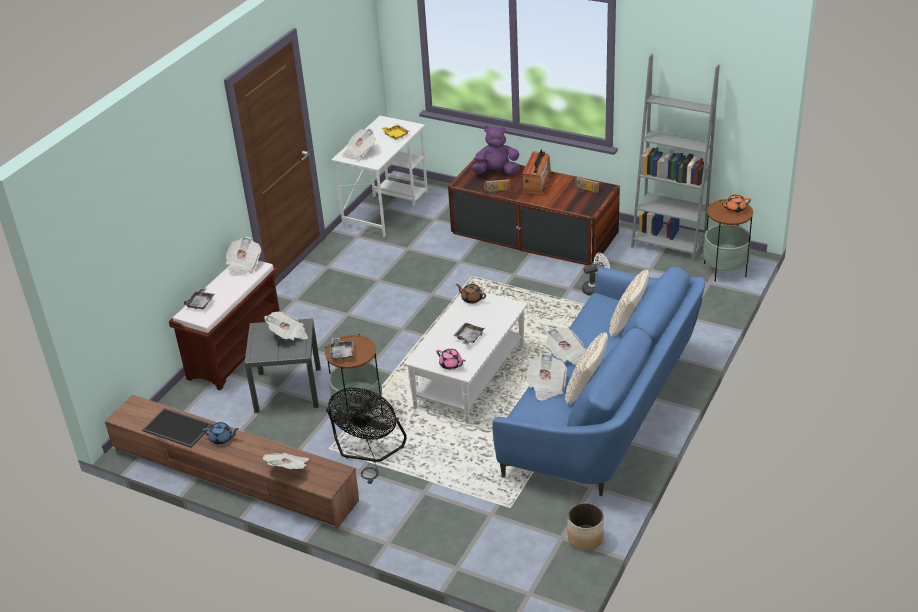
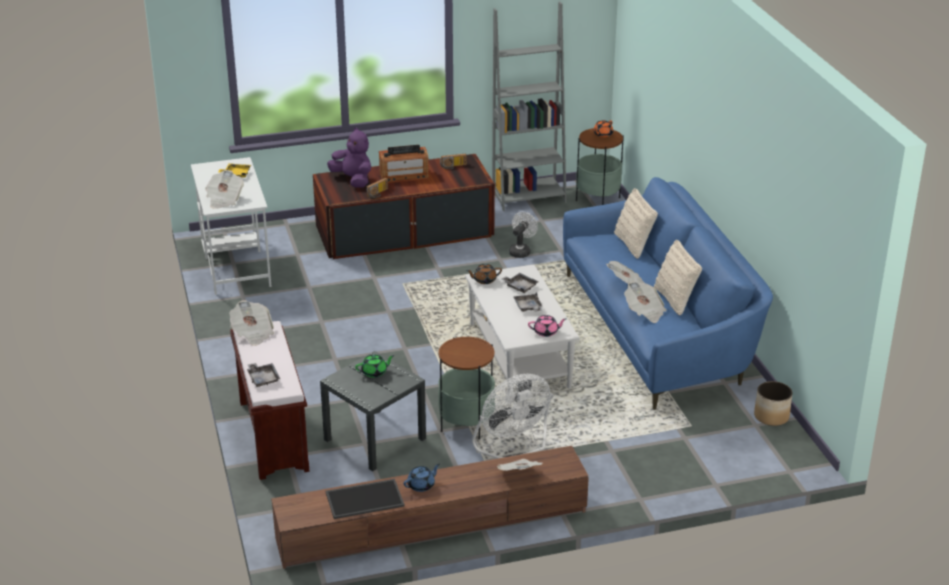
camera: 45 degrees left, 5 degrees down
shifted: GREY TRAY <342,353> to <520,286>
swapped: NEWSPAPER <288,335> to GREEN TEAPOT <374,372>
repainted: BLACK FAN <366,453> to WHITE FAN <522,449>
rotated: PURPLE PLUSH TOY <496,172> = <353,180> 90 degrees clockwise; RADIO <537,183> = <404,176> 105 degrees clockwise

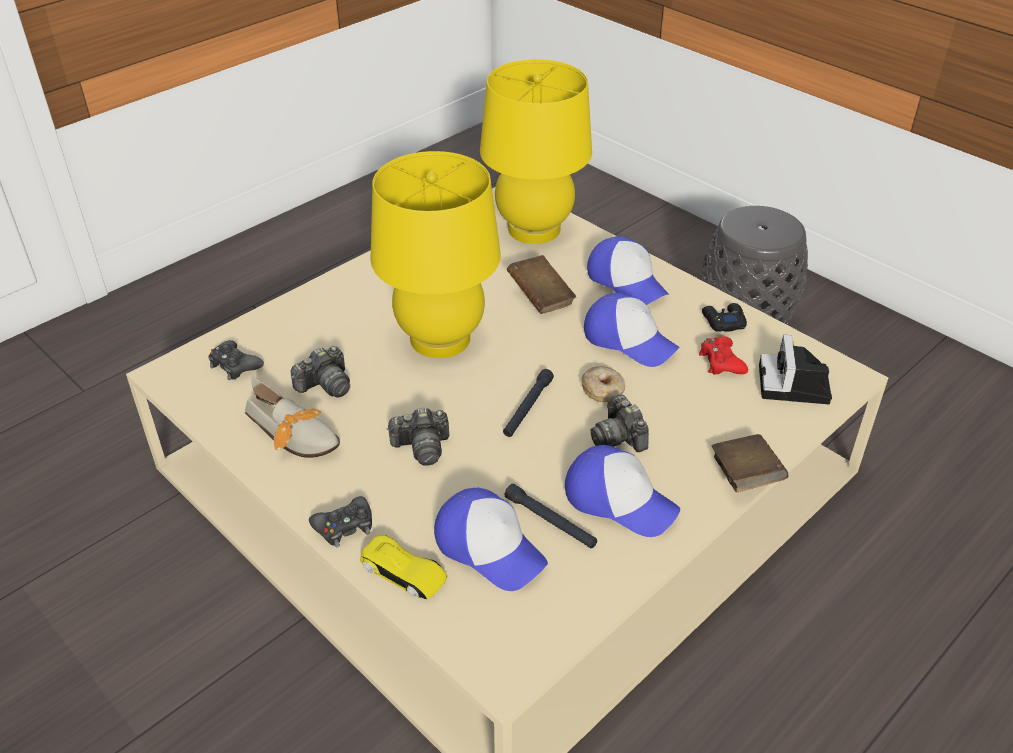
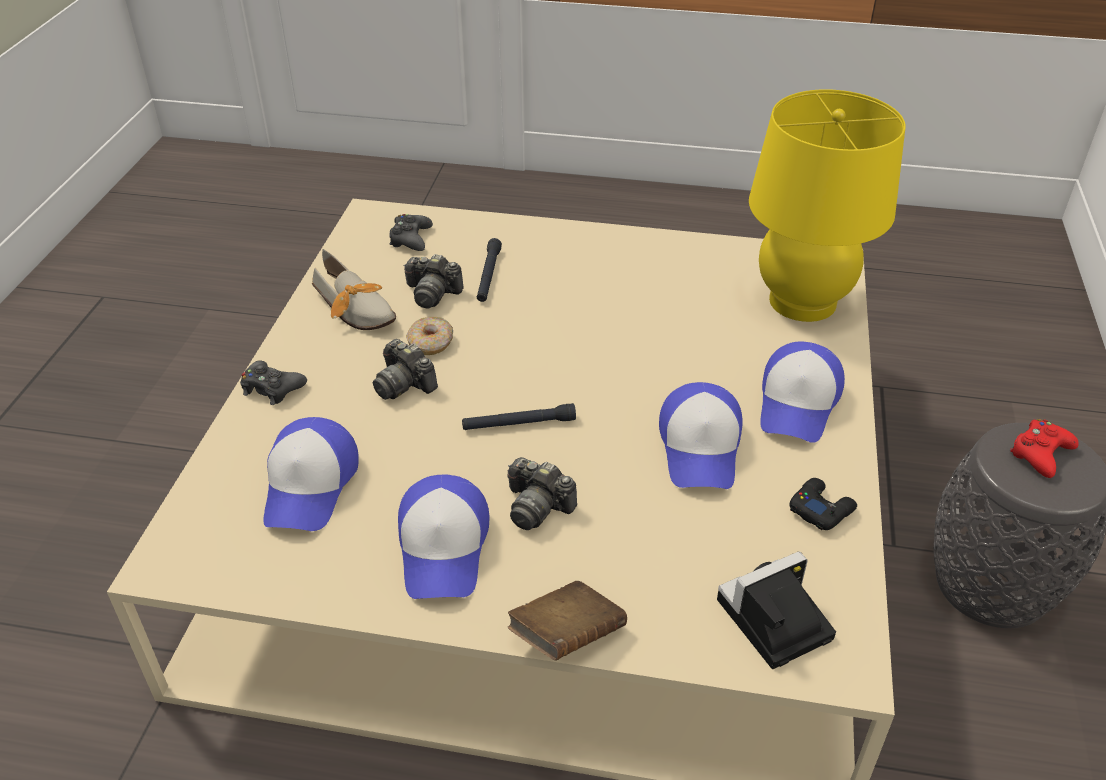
camera: 55 degrees right, 0 degrees up
gone: YELLOW TOY CAR <404,572>; YELLOW TABLE LAMP <440,339>; BROWN BOOK <540,298>
shifted: BLACK FLASHLIGHT <550,522> to <488,276>; DONUT <603,390> to <431,343>; RED GAME CONTROLLER <721,362> to <1040,453>
rotated: SHOE <296,435> = <357,310> 45 degrees counterclockwise; PHOTO CAMERA <619,437> = <537,507> 90 degrees counterclockwise

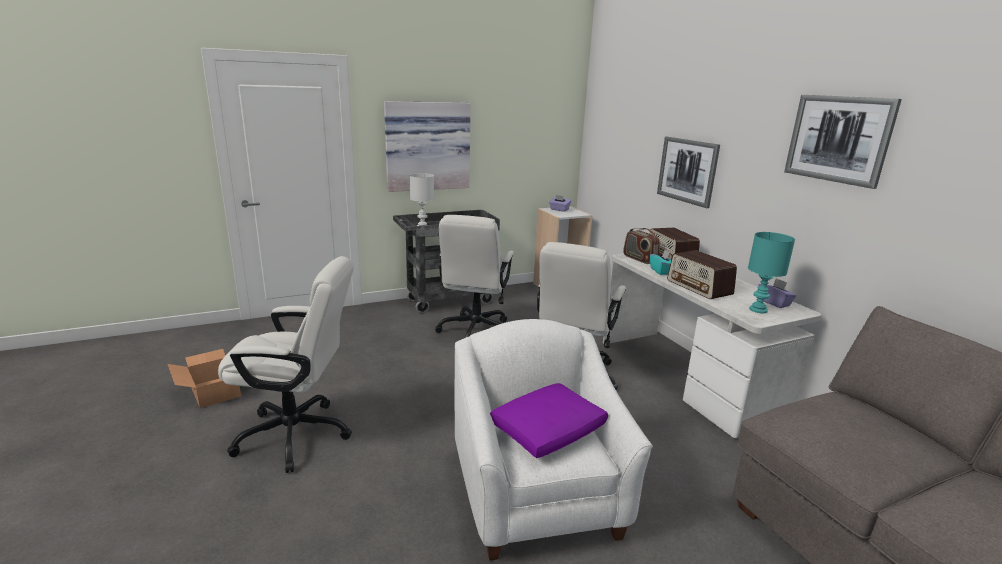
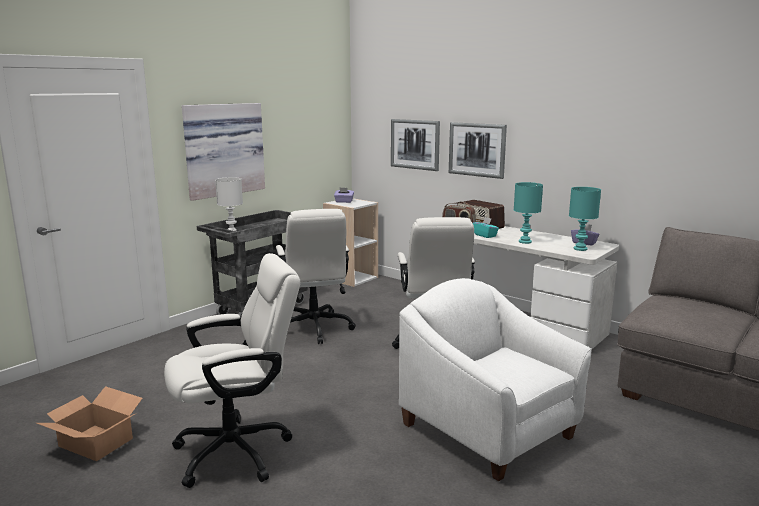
camera: 25 degrees left, 5 degrees down
gone: PURPLE PILLOW <548,430>
shifted: PICTURE <838,139> to <415,144>
swapped: RADIO <699,287> to TURQUOISE TABLE LAMP <525,242>

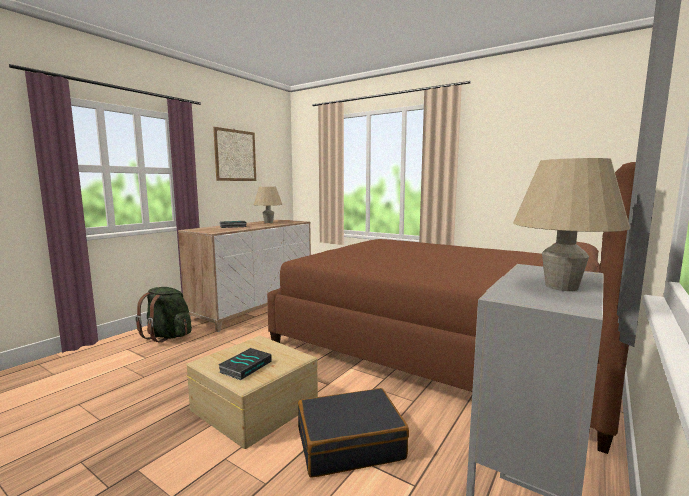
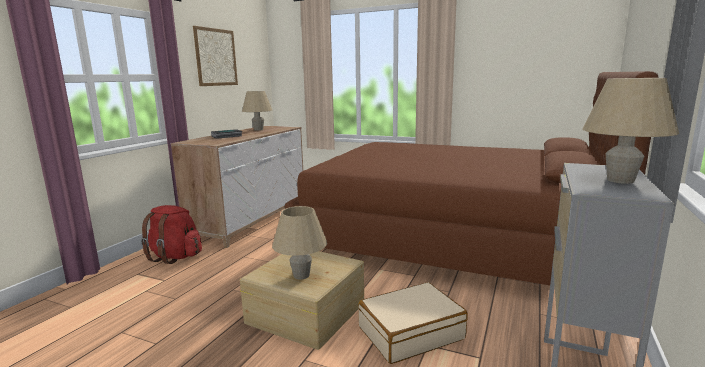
camera: 10 degrees left, 5 degrees up
swapped: BOOK <245,366> to BEIGE TABLE LAMP <301,275>
repainted: GREEN BACKPACK <168,336> to RED BACKPACK <175,257>; BLACK SUITCASE <349,443> to BEIGE SUITCASE <410,332>

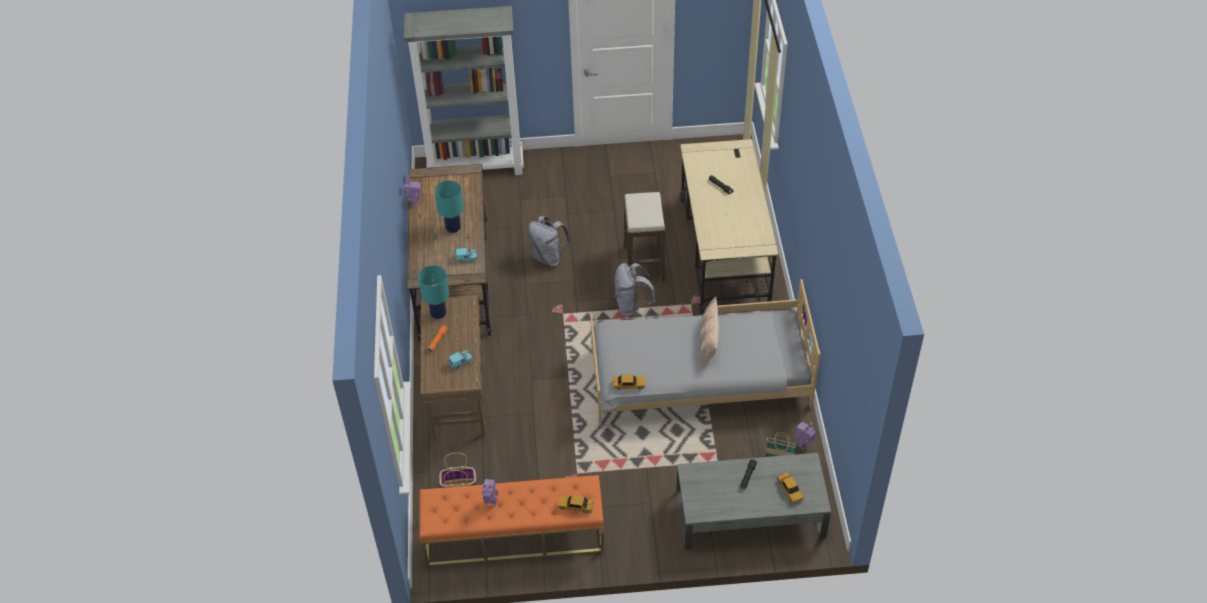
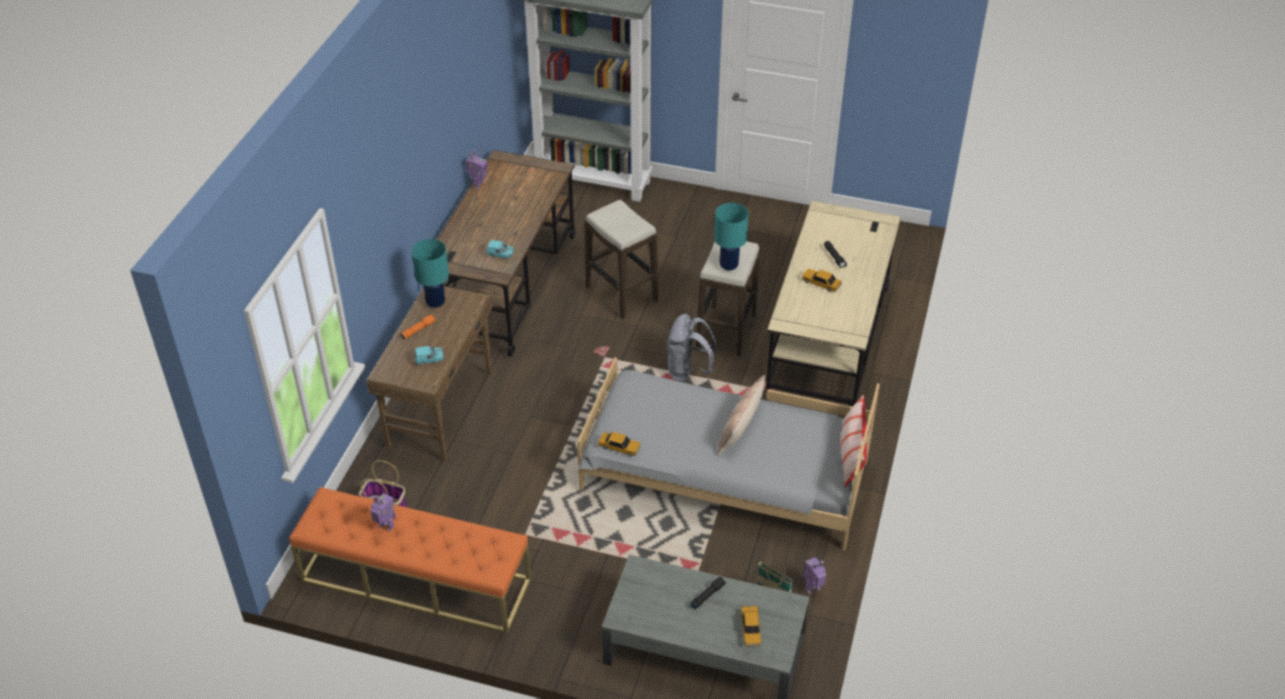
camera: 20 degrees right, 5 degrees down
new: PILLOW <851,454>
shifted: TURQUOISE TABLE LAMP <453,229> to <729,266>; TOY CAR <575,506> to <821,283>
swapped: GREY BACKPACK <549,257> to STOOL <621,294>

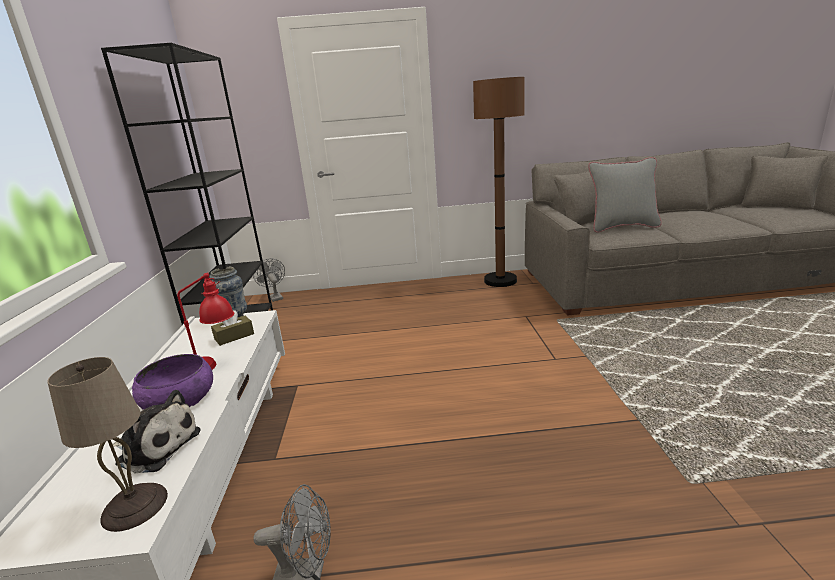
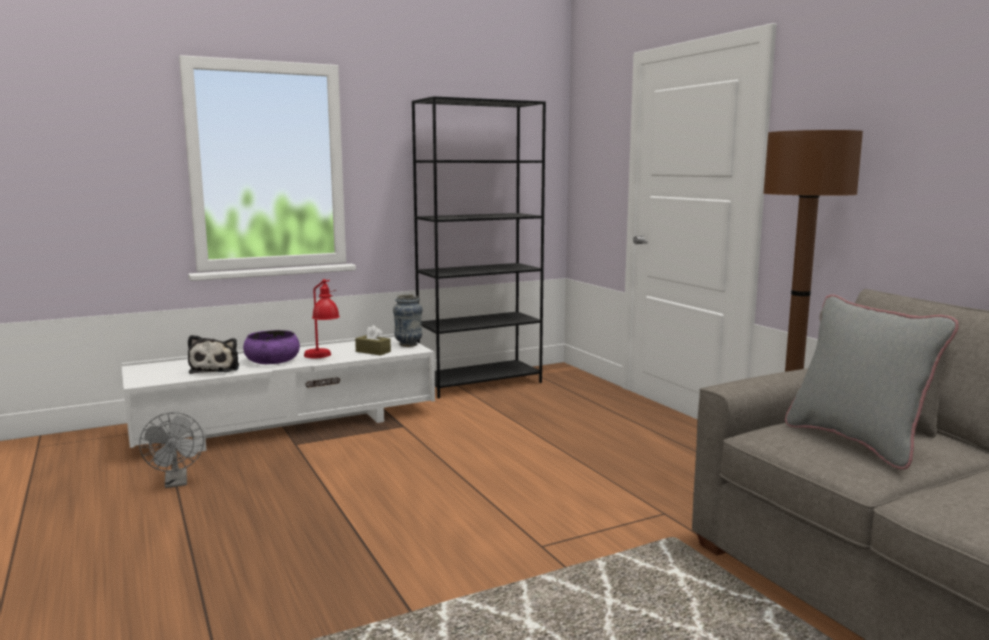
camera: 65 degrees right, 10 degrees down
gone: BEIGE TABLE LAMP <134,507>; GREY FAN <274,297>

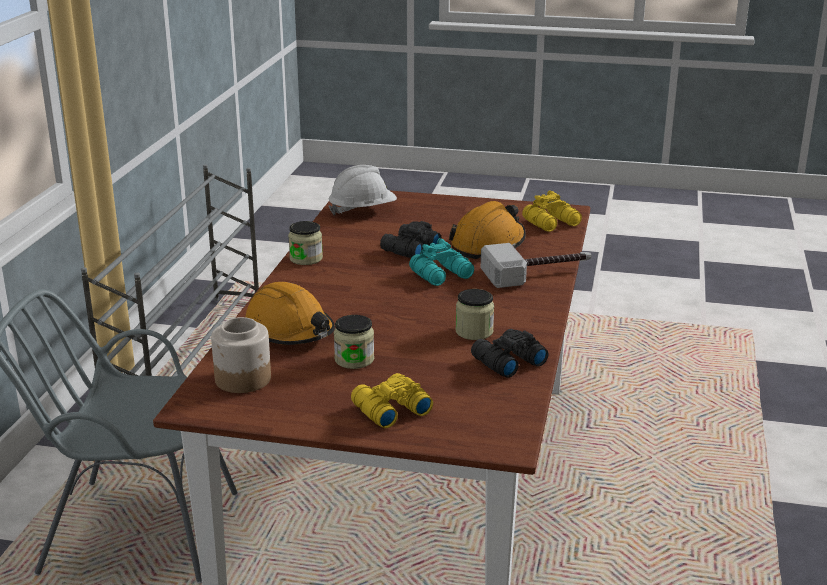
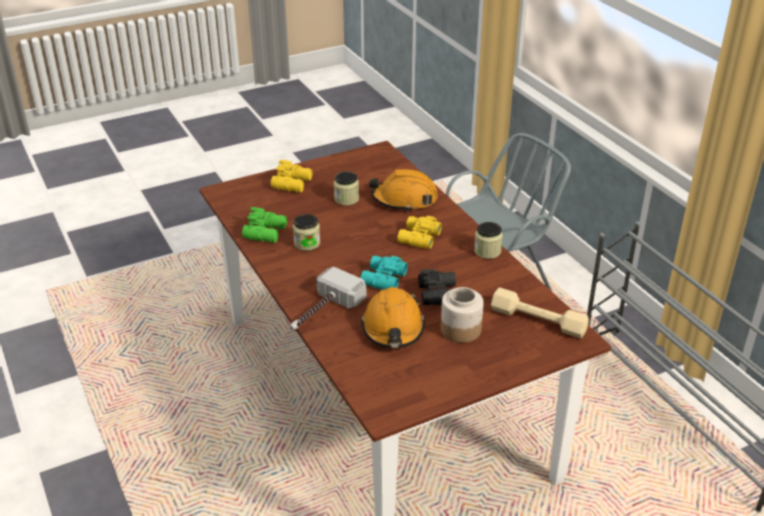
camera: 140 degrees right, 10 degrees up
shifted: JAR <244,379> to <460,330>; YELLOW BINOCULARS <553,223> to <418,238>
swapped: WHITE HARD HAT <362,210> to BEIGE DUMBBELL <538,320>
repainted: BLACK BINOCULARS <506,361> to GREEN BINOCULARS <266,232>

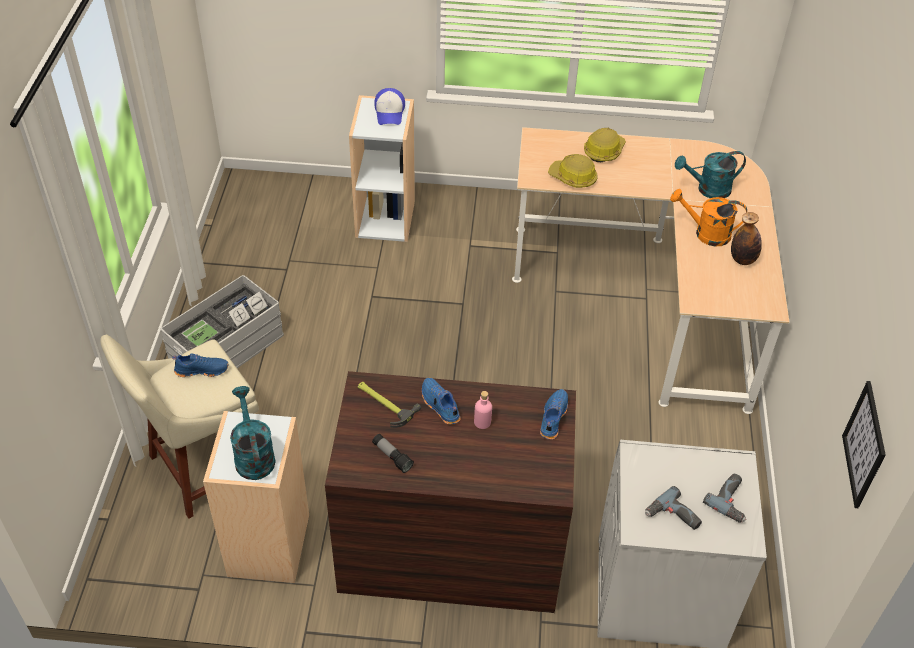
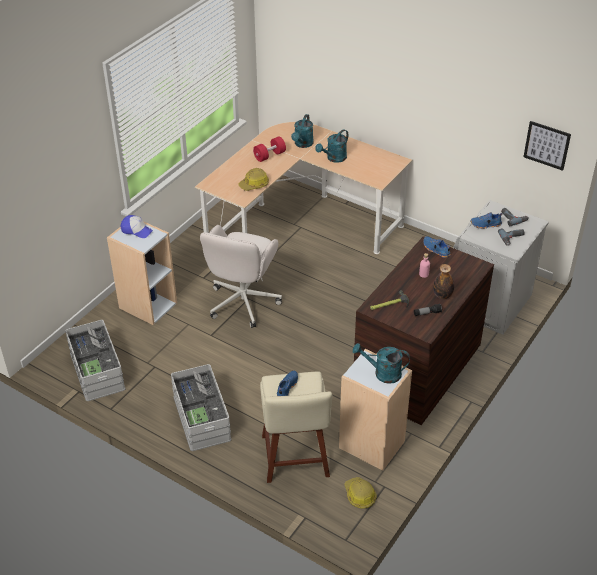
camera: 60 degrees left, 5 degrees down
new: GREY STORAGE BOX <96,370>; WHITE OFFICE CHAIR <243,303>; RED DUMBBELL <269,156>
shifted: BLUE SHOE <439,405> to <485,225>; HARD HAT <603,151> to <359,495>; BOTTLE <742,259> to <442,295>
repainted: ORANGE WATERING CAN <706,233> to TURQUOISE WATERING CAN <334,158>

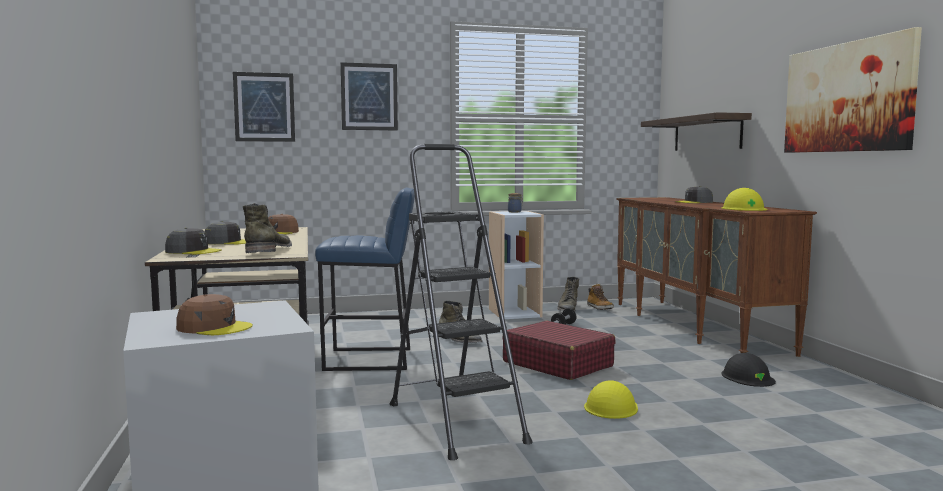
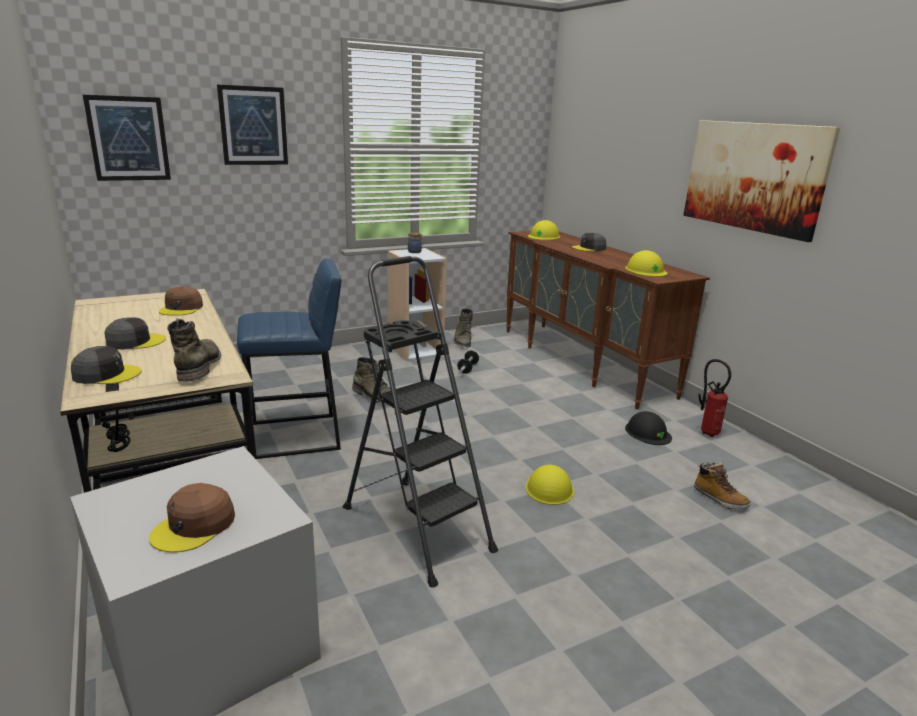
camera: 15 degrees left, 15 degrees up
gone: RED SUITCASE <557,364>; SHELF <707,133>
new: YELLOW HARD HAT <543,236>; FIRE EXTINGUISHER <707,432>
shifted: BOOT <599,308> to <719,499>
rotated: BROWN CAP <214,327> = <194,526> 120 degrees clockwise

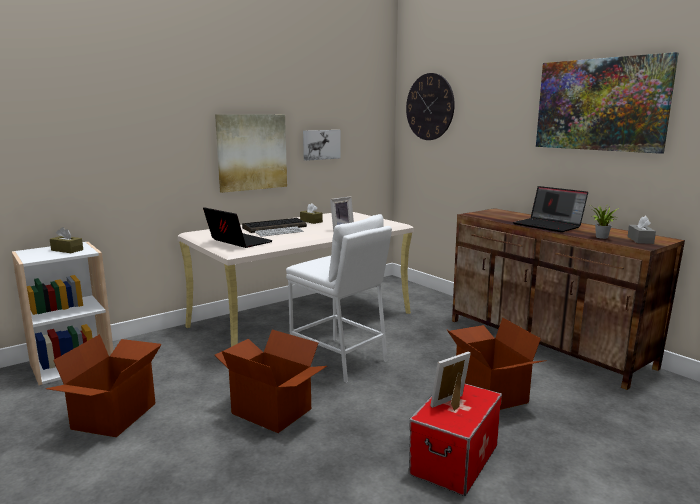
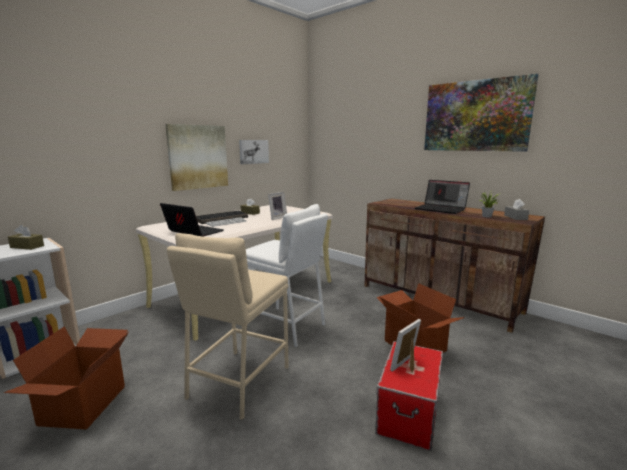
camera: 10 degrees left, 0 degrees up
gone: WALL CLOCK <430,107>
swapped: CARDBOARD BOX <272,410> to BEIGE STOOL <238,381>

